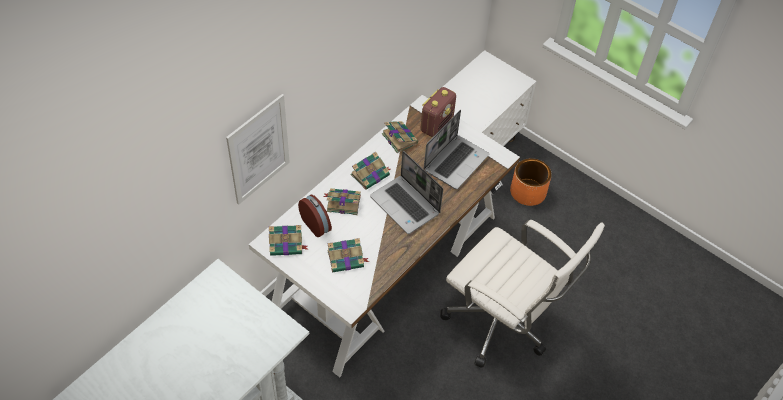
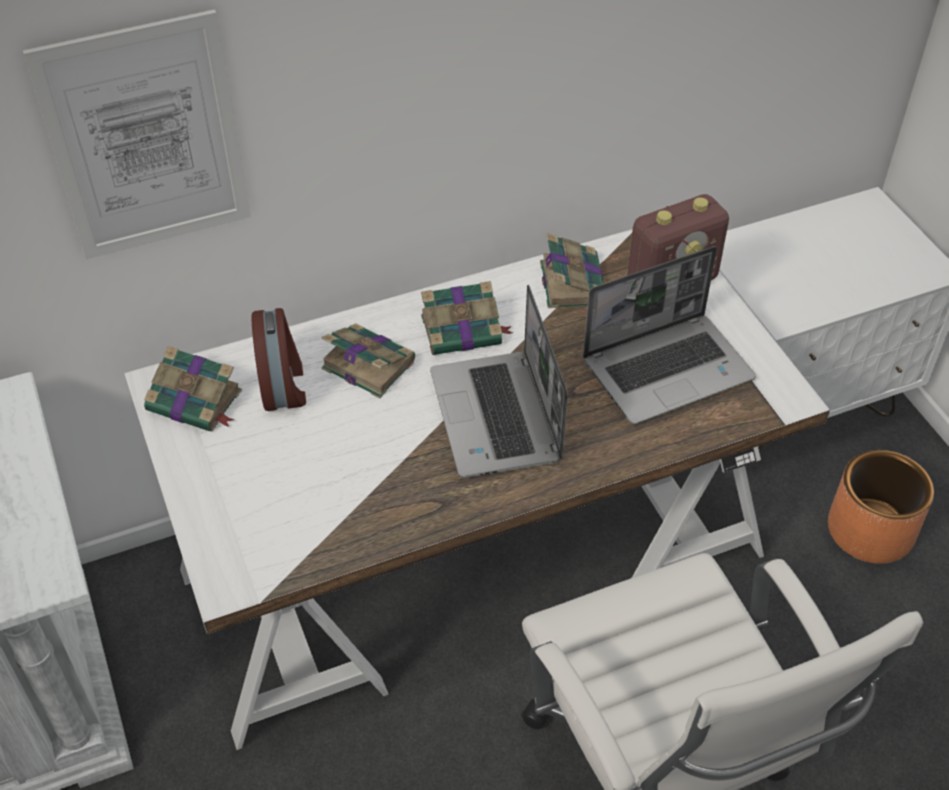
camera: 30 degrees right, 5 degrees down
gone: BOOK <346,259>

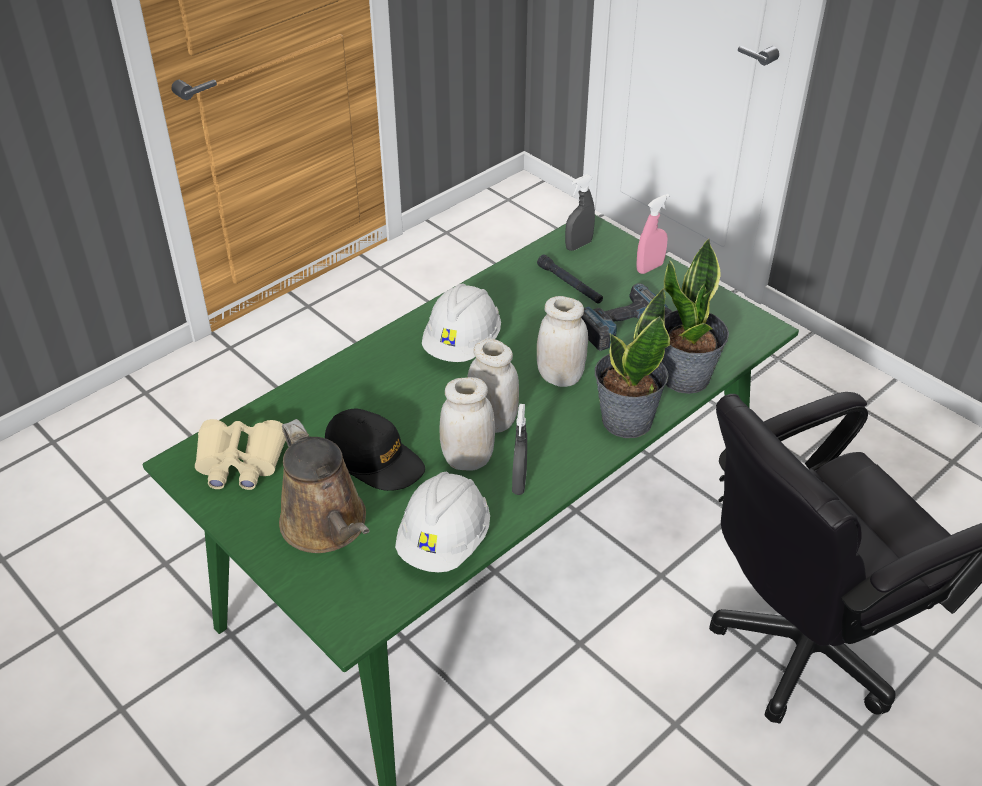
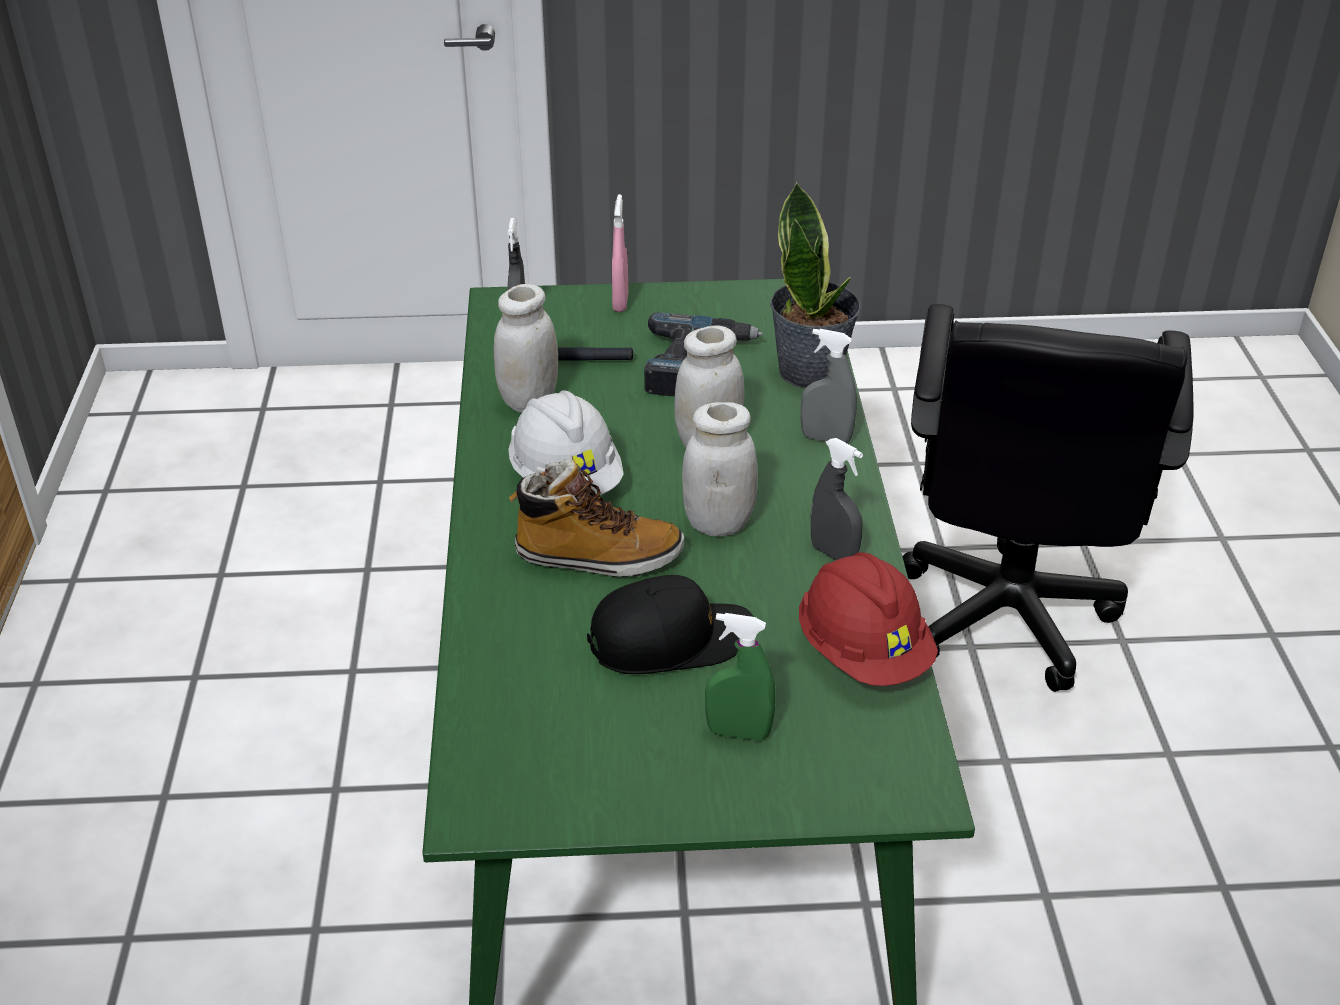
camera: 50 degrees left, 5 degrees down
gone: BEIGE BINOCULARS <240,462>
new: BOOT <598,557>
shifted: WHITE JAR <467,460> to <529,400>
swapped: BROWN WATERING CAN <327,526> to GREEN SPRAY BOTTLE <738,733>; POTTED PLANT <625,420> to GREY SPRAY BOTTLE <826,439>
repainted: WHITE HARD HAT <444,541> to RED HARD HAT <863,652>

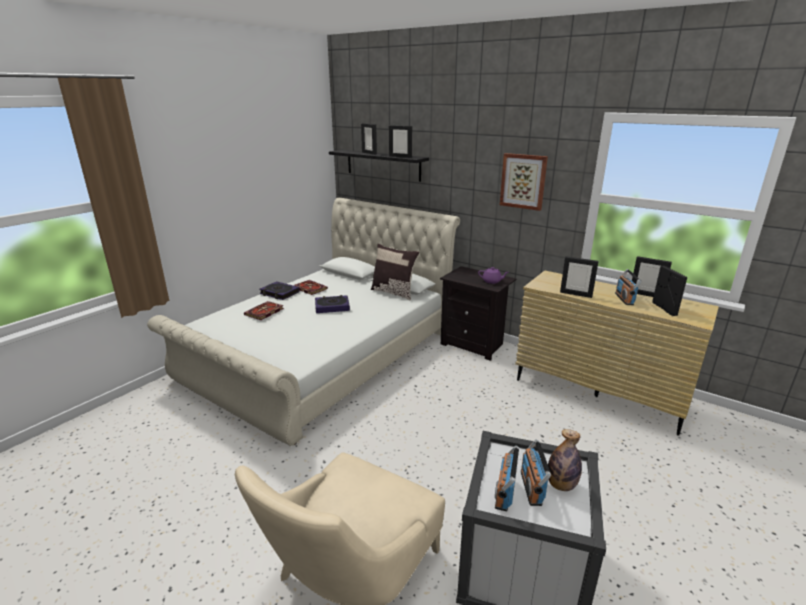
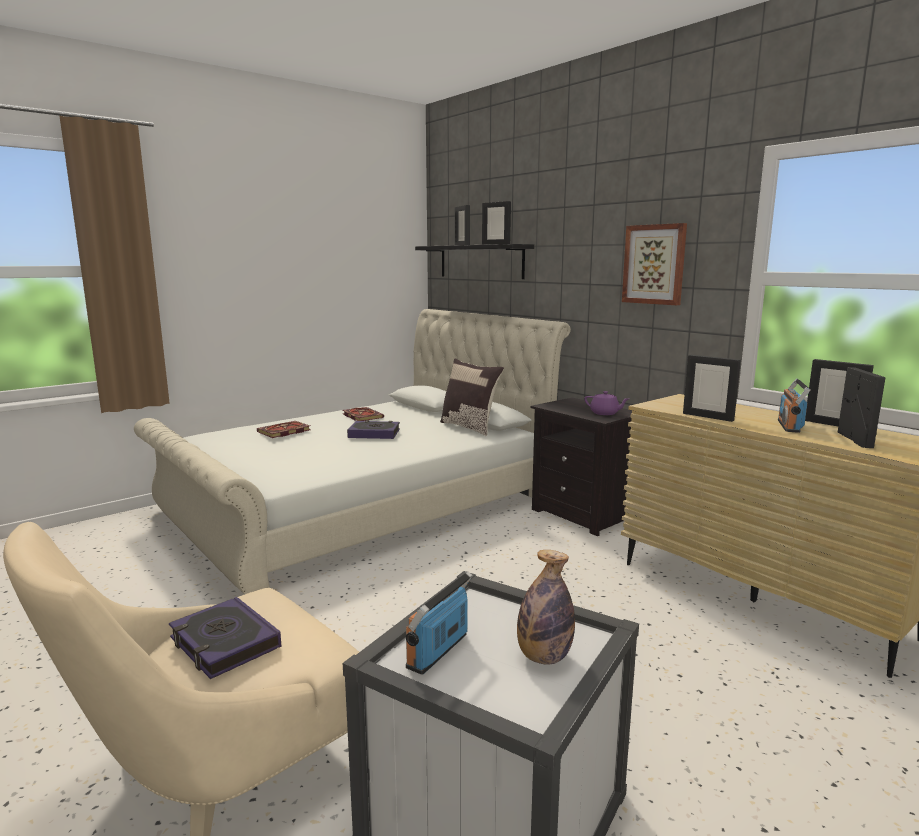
camera: 15 degrees right, 10 degrees down
gone: RADIO <531,487>
shifted: BOOK <279,293> to <224,643>

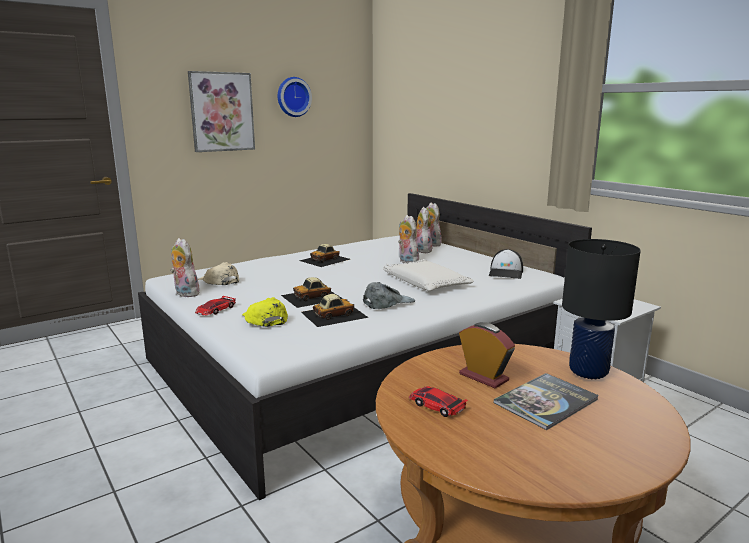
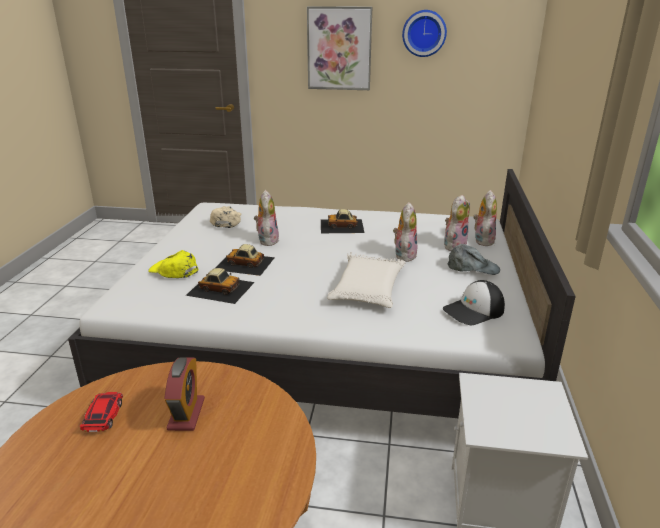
camera: 45 degrees right, 10 degrees up
gone: TOY CAR <216,310>; BOOK <546,401>; BLACK TABLE LAMP <588,374>
shifted: PLUSH TOY <185,293> to <267,240>; GREY CAP <388,302> to <473,267>
rotated: YELLOW CAP <264,318> = <174,270> 75 degrees counterclockwise

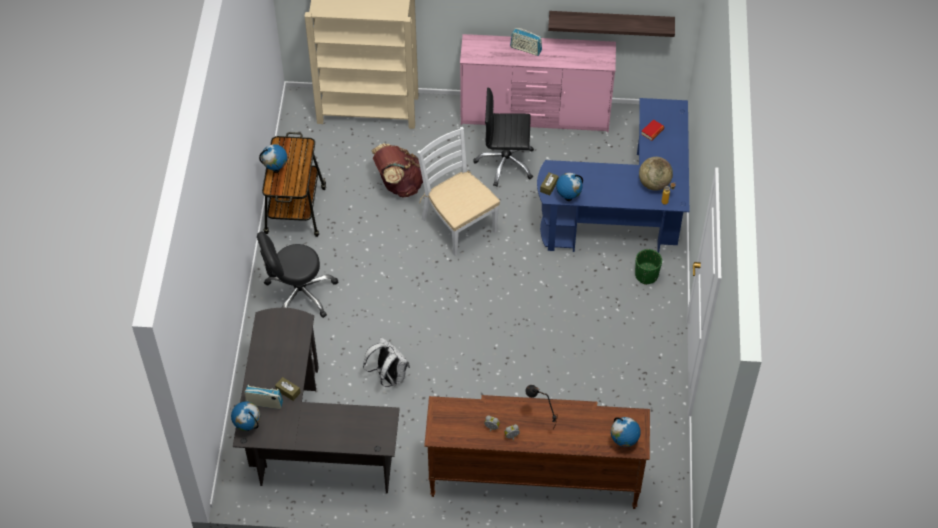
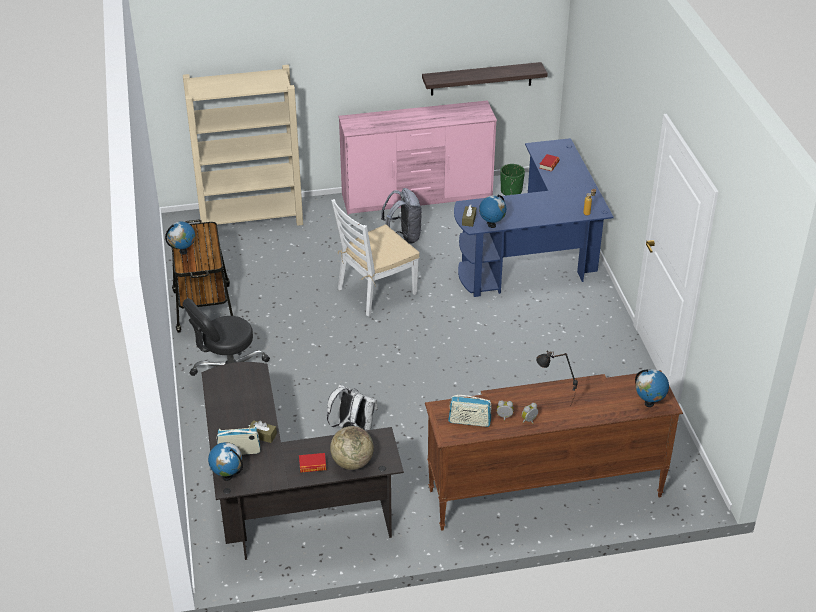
camera: 15 degrees left, 15 degrees down
gone: BROWN BACKPACK <399,184>
new: BOOK <312,465>
shifted: RADIO <525,49> to <469,421>; GREEN PLANTER <646,275> to <511,191>; GLOBE <654,183> to <352,462>
swapped: BLACK OFFICE CHAIR <505,163> to GREY BACKPACK <403,236>
rotated: WHITE CHAIR <458,224> = <376,291> 75 degrees counterclockwise

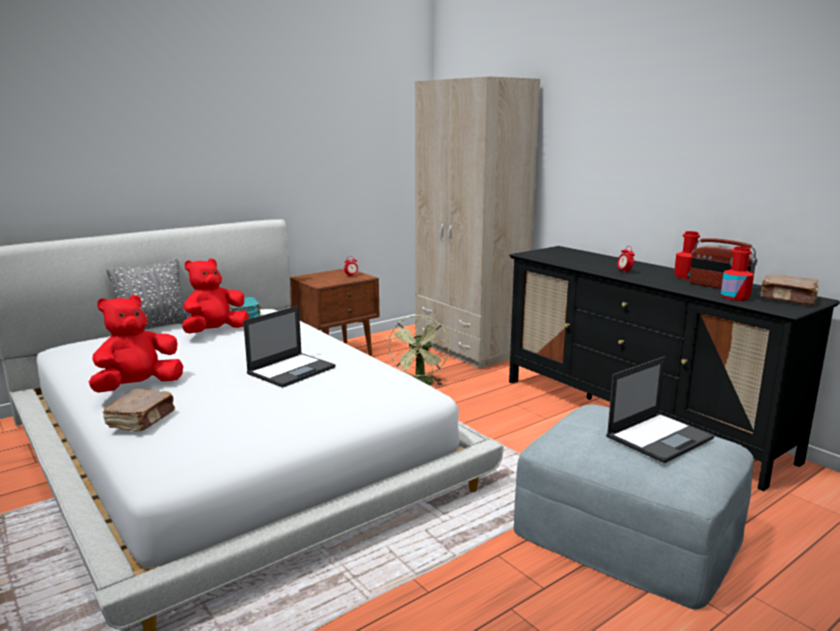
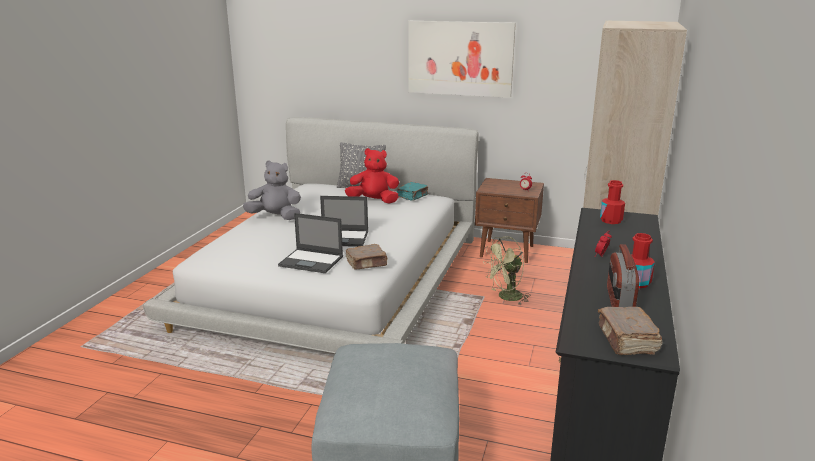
camera: 55 degrees right, 5 degrees up
new: PICTURE <460,58>
shifted: BROWN BOOK <142,420> to <367,264>; LAPTOP <660,437> to <312,261>; RED BOTTLE <735,297> to <611,220>
repainted: RED PLUSH TOY <138,387> to GREY PLUSH TOY <275,217>

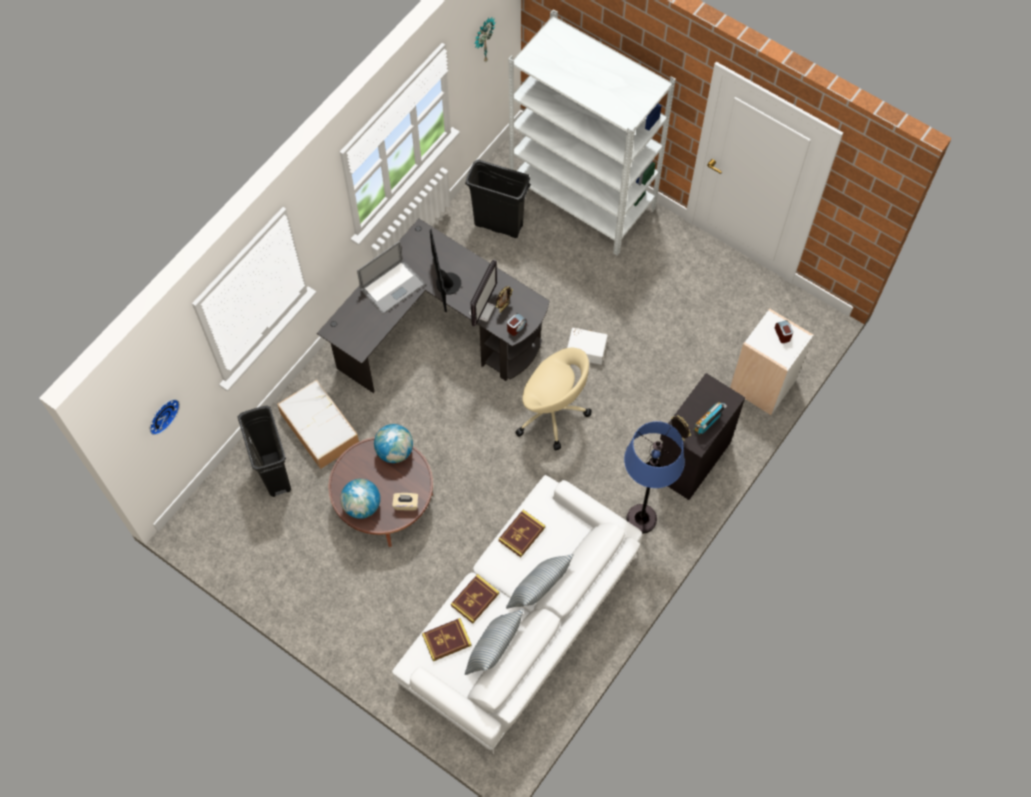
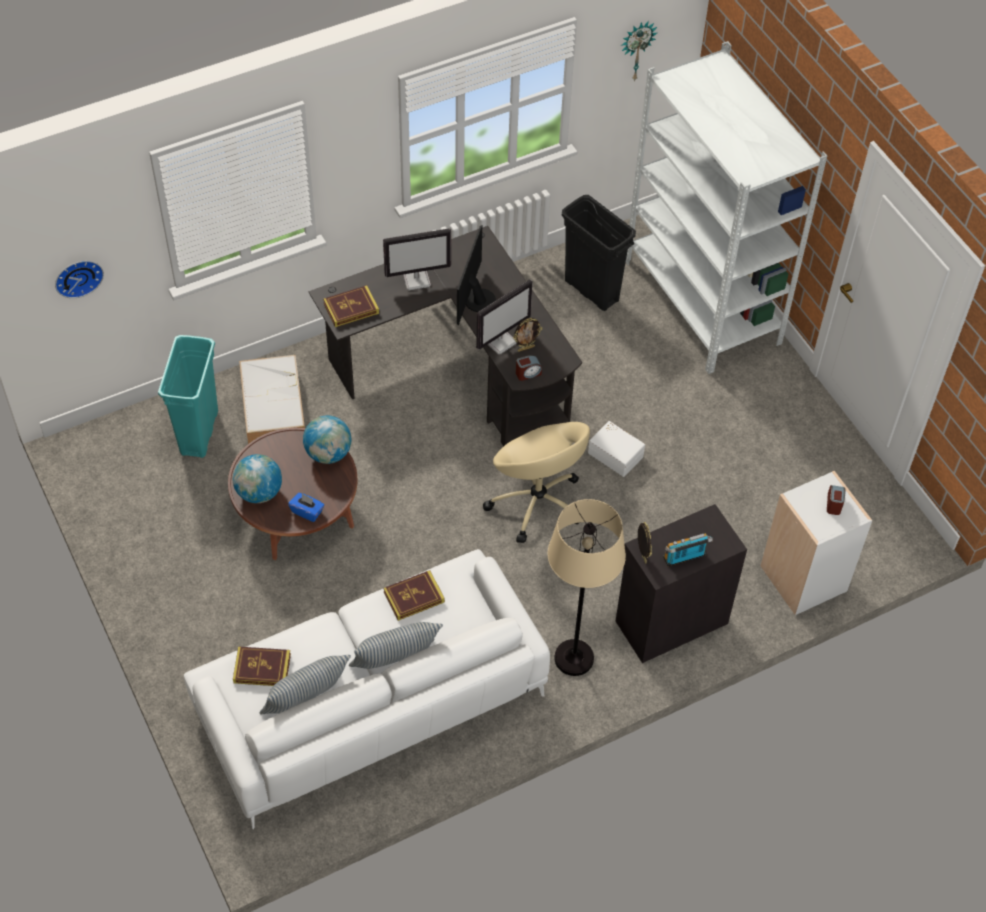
camera: 25 degrees right, 10 degrees down
shifted: BOOK <475,599> to <351,308>
swapped: LAPTOP <392,287> to MONITOR <417,279>
repainted: BLACK TRASH CAN <274,472> to TURQUOISE TRASH CAN <199,432>; BEIGE TISSUE BOX <406,504> to BLUE TISSUE BOX <307,512>; BLUE FLOOR LAMP <641,519> to BEIGE FLOOR LAMP <573,658>

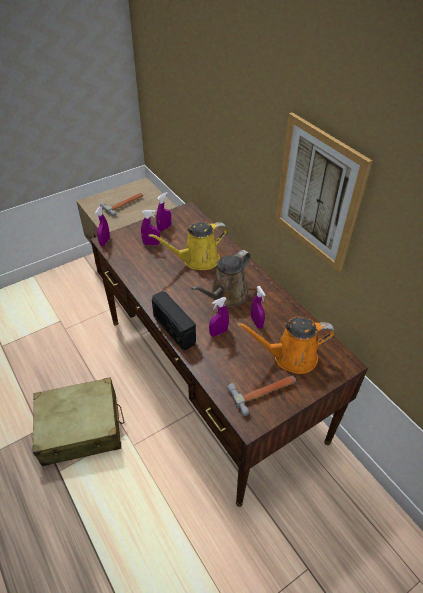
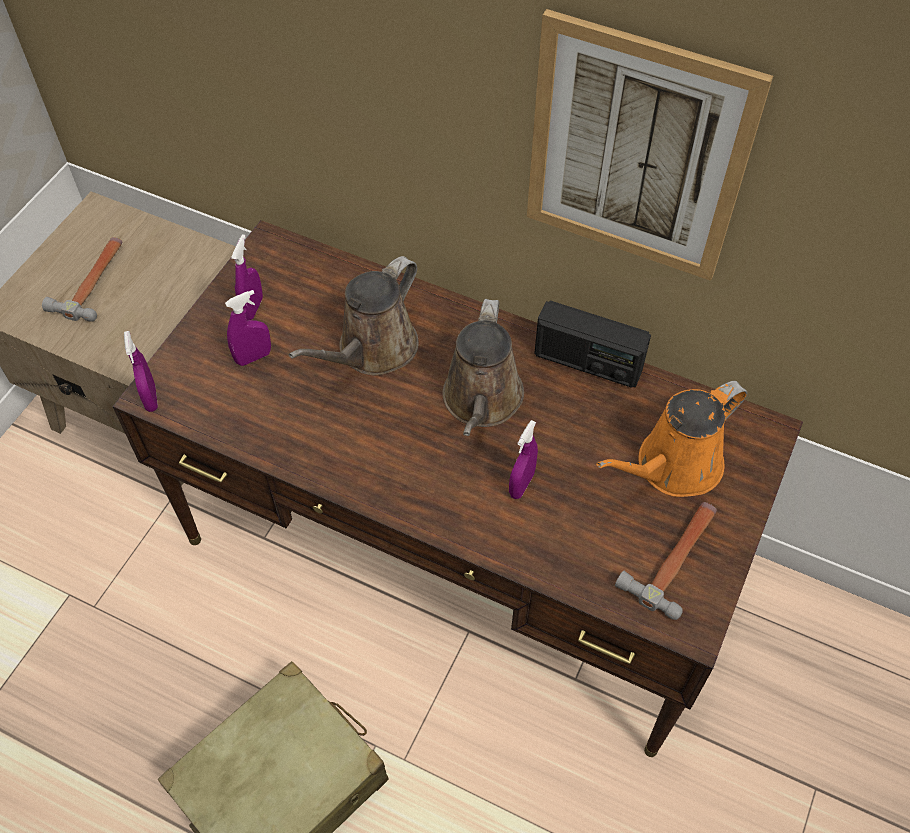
camera: 30 degrees left, 10 degrees up
gone: PURPLE SPRAY BOTTLE <256,322>
shifted: RADIO <173,330> to <587,362>
repainted: YELLOW WATERING CAN <197,260> to BROWN WATERING CAN <372,350>

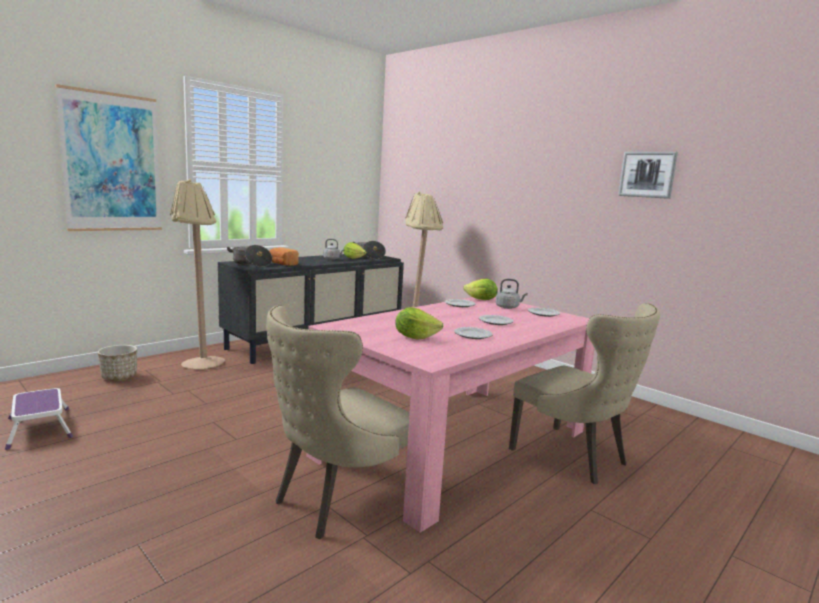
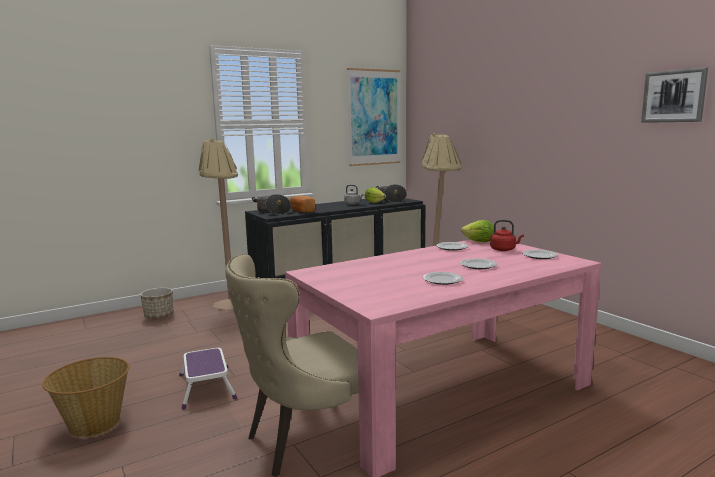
camera: 15 degrees right, 0 degrees up
gone: LETTUCE <415,337>; BEIGE CHAIR <574,456>
new: BASKET <94,423>
shifted: PURPLE STEP LADDER <39,427> to <206,386>; PICTURE <112,163> to <374,117>
repainted: GREY KETTLE <508,307> to RED KETTLE <504,249>

